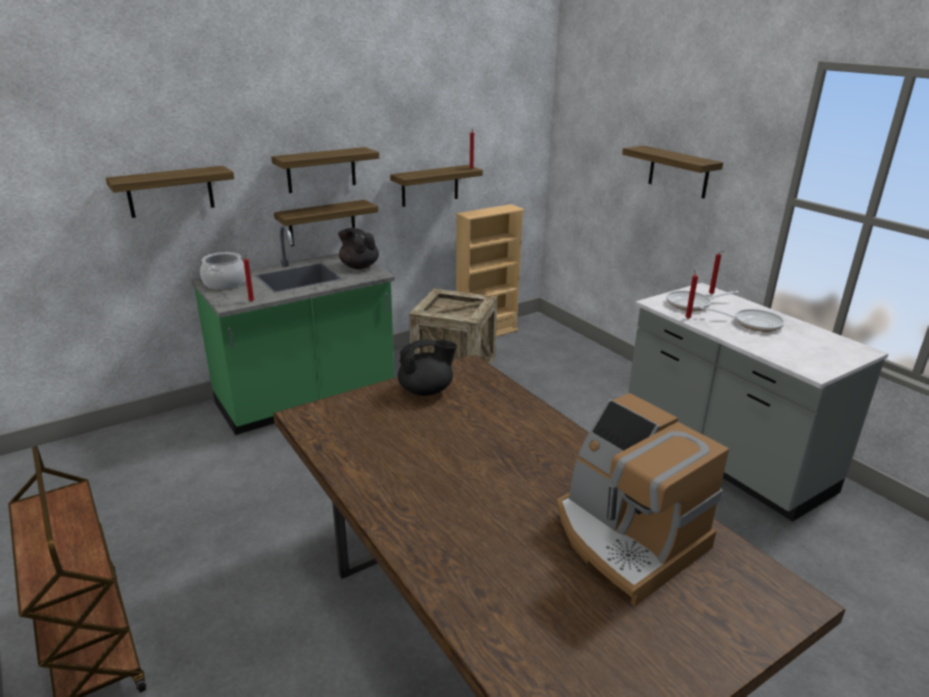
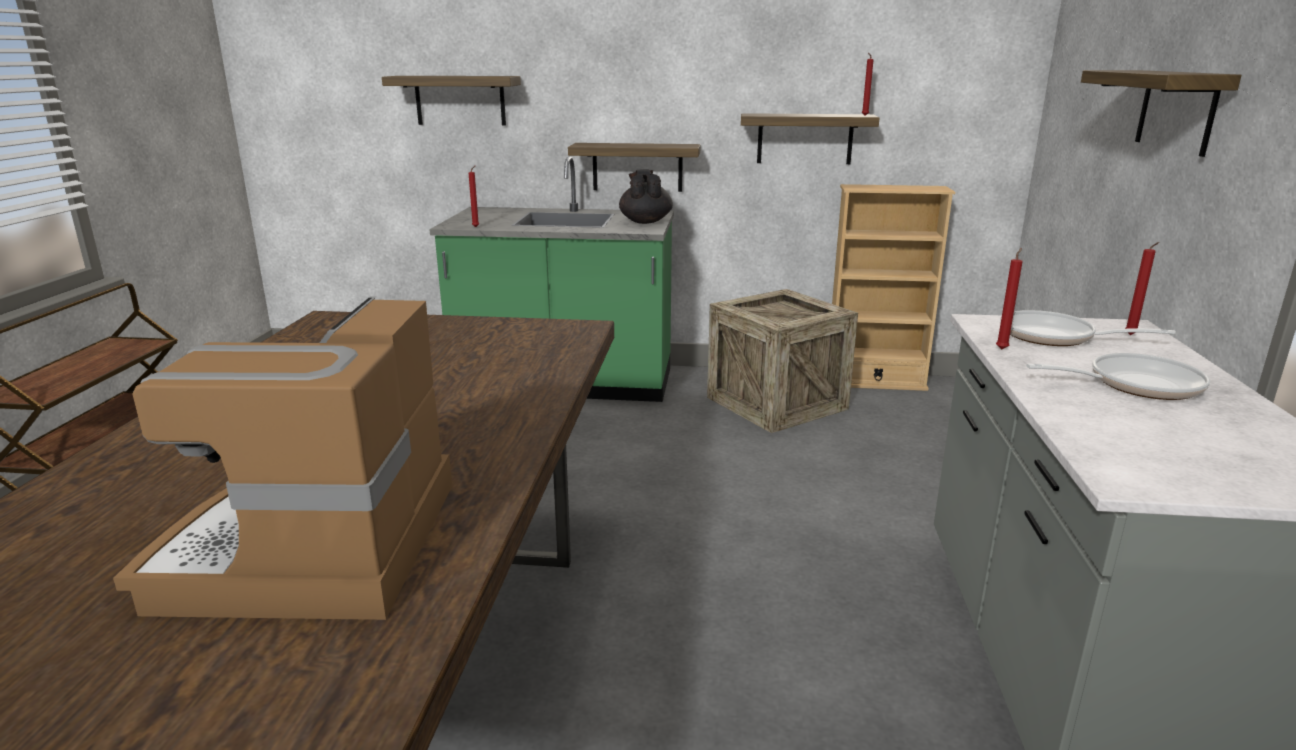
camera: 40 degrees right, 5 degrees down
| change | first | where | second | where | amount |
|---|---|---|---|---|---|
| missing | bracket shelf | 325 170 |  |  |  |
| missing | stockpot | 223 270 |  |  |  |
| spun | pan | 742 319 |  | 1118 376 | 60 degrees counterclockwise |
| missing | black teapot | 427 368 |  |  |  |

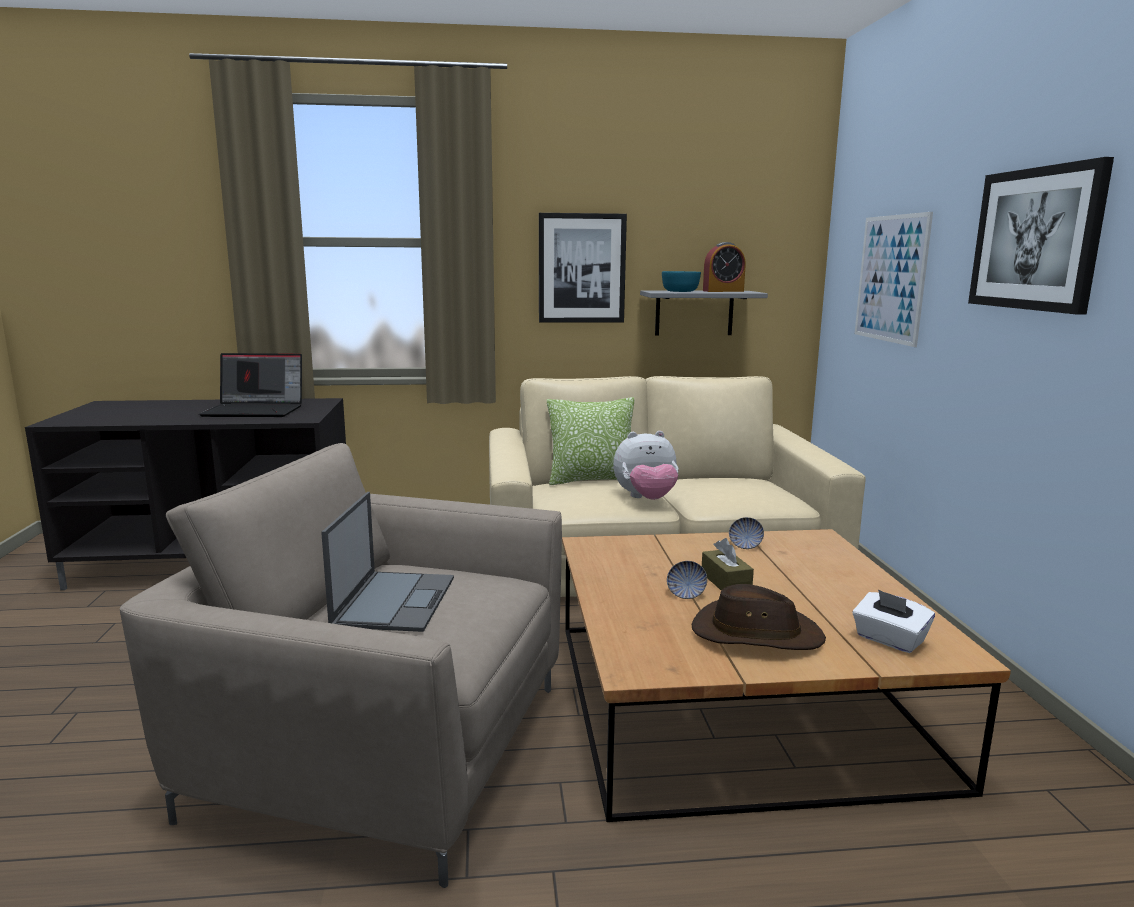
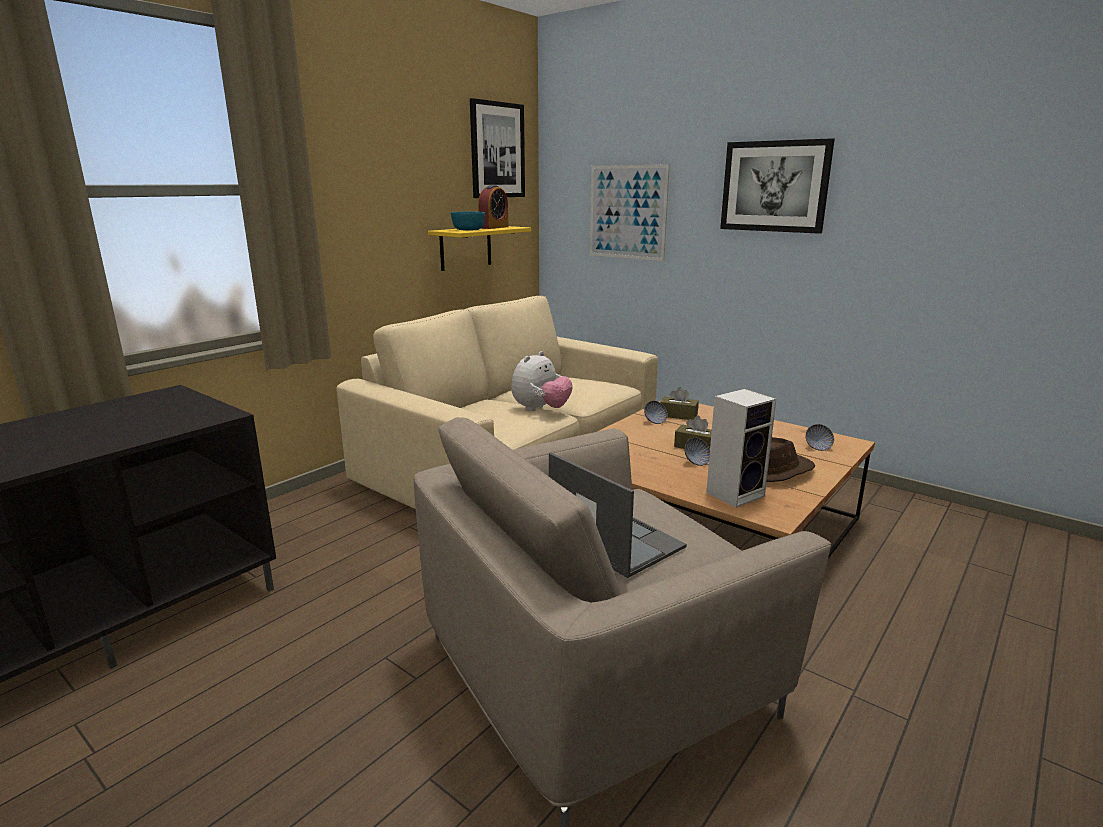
camera: 45 degrees left, 5 degrees up
| change | first | where | second | where | amount |
|---|---|---|---|---|---|
| relocated | wall picture | 583 268 |  | 497 148 |  |
| colour | grey bracket shelf | 704 313 | yellowish bracket shelf | 479 248 |  |
| missing | notebook computer | 250 385 |  |  |  |
| missing | pillow | 590 441 |  |  |  |
| exchanged | whitish box of tissues | 893 621 | bowl | 819 437 |  |
| appeared |  |  | brown box of tissues | 679 403 |  |
| appeared |  |  | loudspeaker | 741 448 |  |

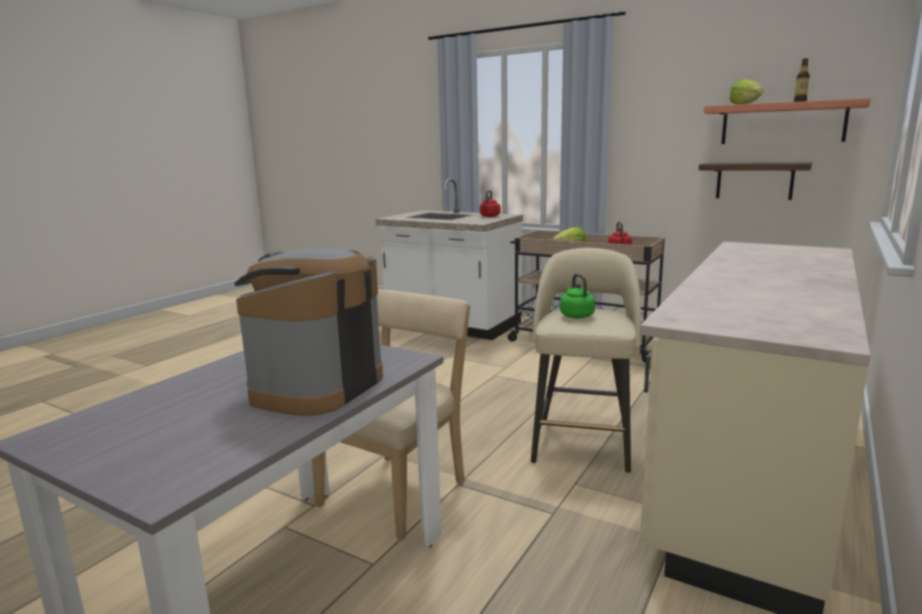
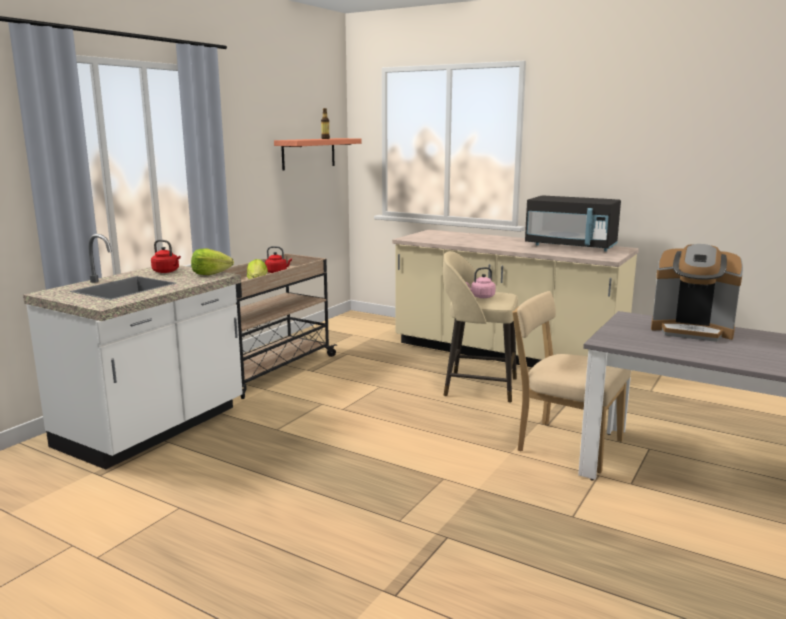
camera: 90 degrees left, 0 degrees up
| change | first | where | second | where | amount |
|---|---|---|---|---|---|
| relocated | lettuce | 746 92 |  | 212 262 |  |
| missing | bracket shelf | 755 181 |  |  |  |
| colour | green kettle | 577 296 | pinkish kettle | 480 282 |  |
| appeared |  |  | black microwave | 573 223 |  |

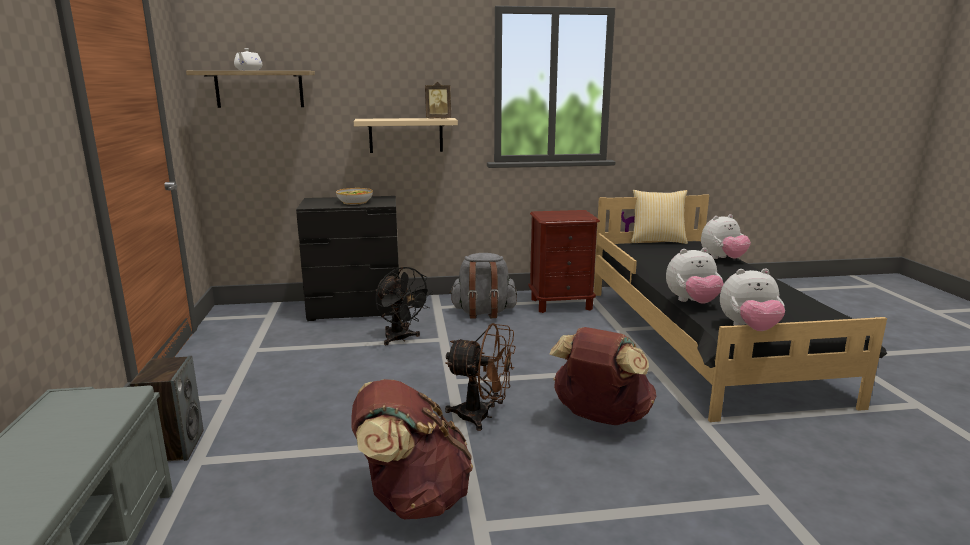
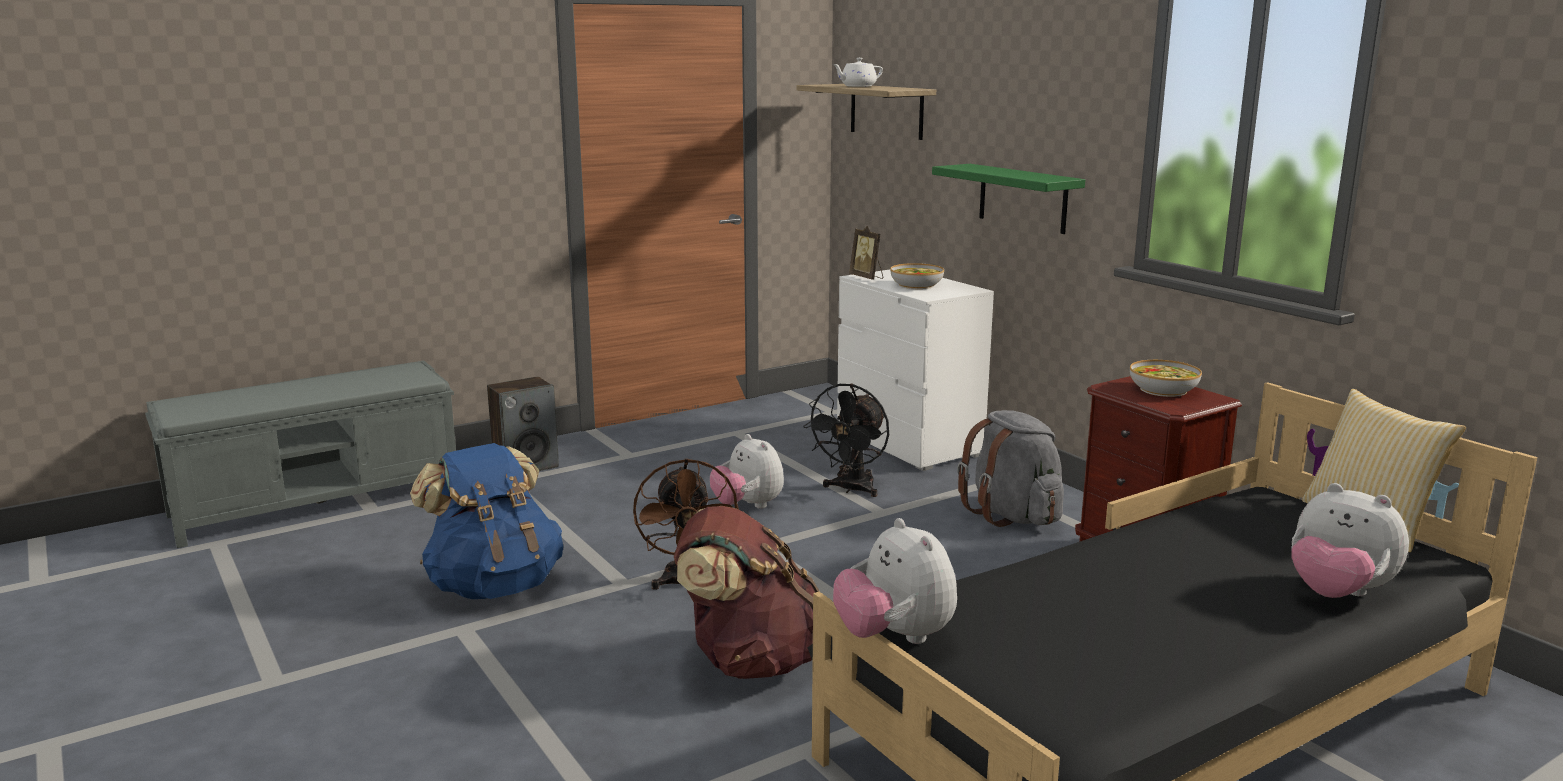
camera: 65 degrees right, 0 degrees up
| change | first | where | second | where | amount |
|---|---|---|---|---|---|
| relocated | standing frame | 438 100 |  | 866 252 |  |
| colour | beige-coloured bracket shelf | 406 135 | green bracket shelf | 1008 199 |  |
| colour | black chest of drawers | 348 258 | whitish chest of drawers | 915 370 |  |
| relocated | cuddly toy | 695 276 |  | 747 471 |  |
| colour | brown knapsack | 412 449 | blue-coloured knapsack | 486 521 |  |
| appeared |  |  | bowl | 1166 378 |  |

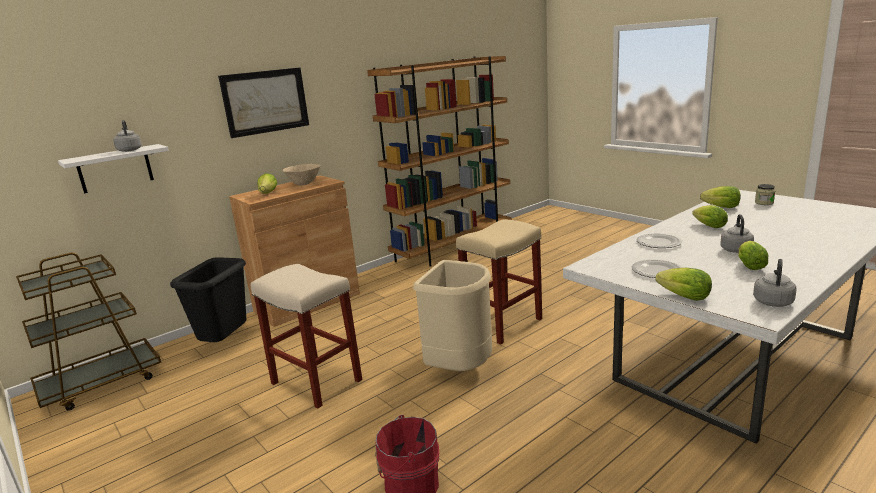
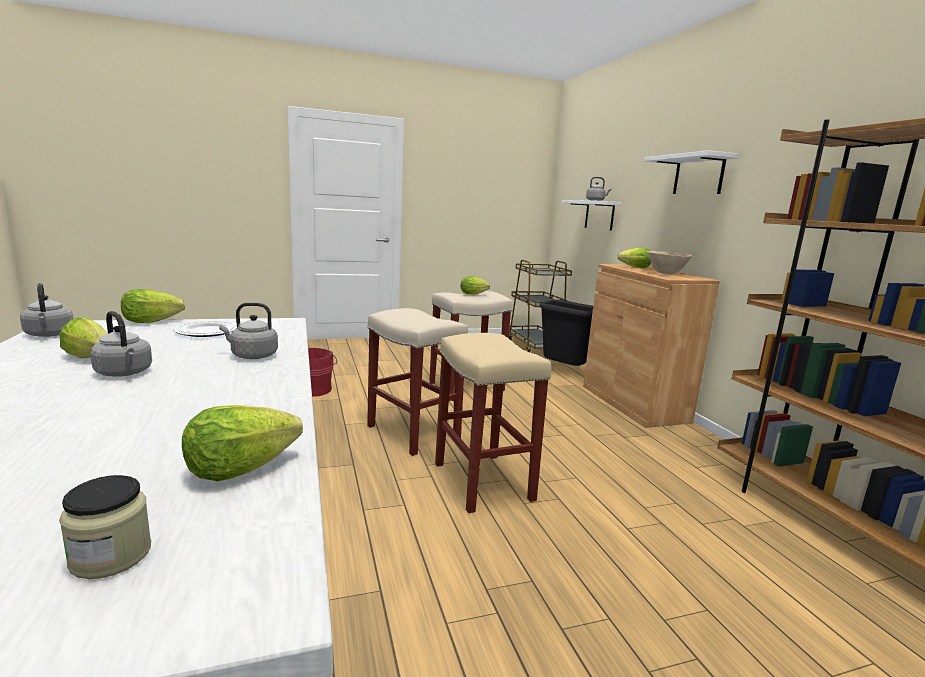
camera: 110 degrees right, 5 degrees down
| change | first | where | second | where | amount |
|---|---|---|---|---|---|
| exchanged | wall picture | 263 103 | whitish bracket shelf | 691 172 |  |
| relocated | lettuce | 710 216 |  | 475 285 |  |
| exchanged | flat dish | 659 240 | grey kettle | 248 331 |  |
| exchanged | beige-coloured waste bin | 452 315 | beige-coloured sitting stool | 417 382 |  |

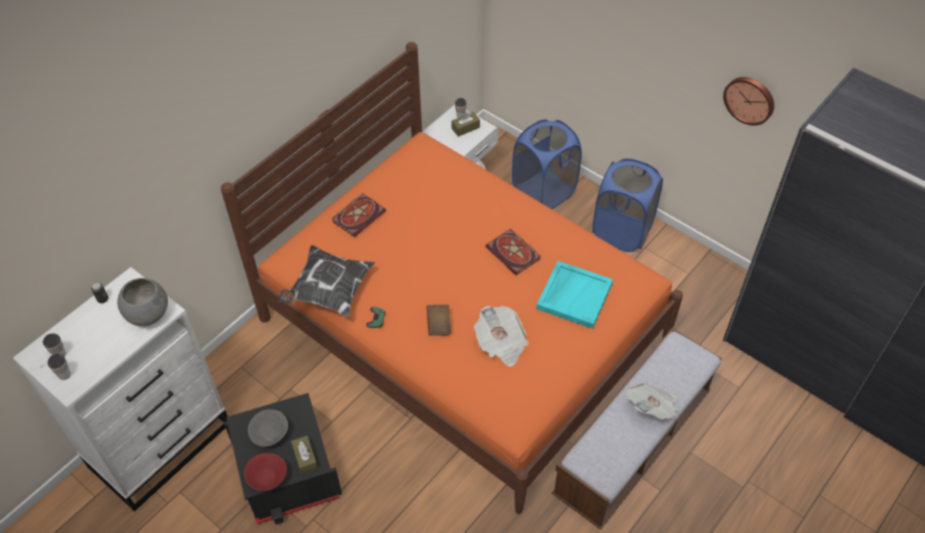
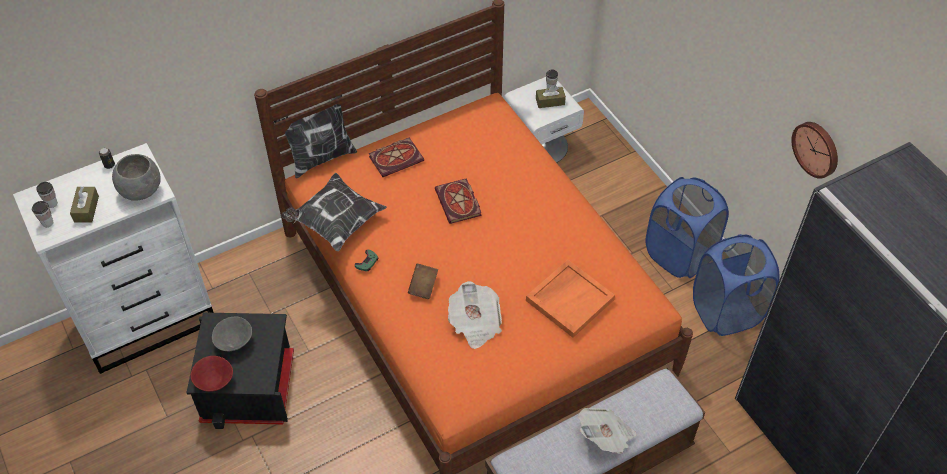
camera: 20 degrees right, 0 degrees up
| change | first | where | second | where | amount |
|---|---|---|---|---|---|
| relocated | blue-coloured hamper | 547 164 |  | 736 285 |  |
| relocated | bound book | 513 252 |  | 458 201 |  |
| colour | turquoise carrying tray | 574 295 | orange carrying tray | 570 299 |  |
| relocated | brown box of tissues | 304 455 |  | 84 204 |  |
| appeared |  |  | pillow | 315 136 |  |

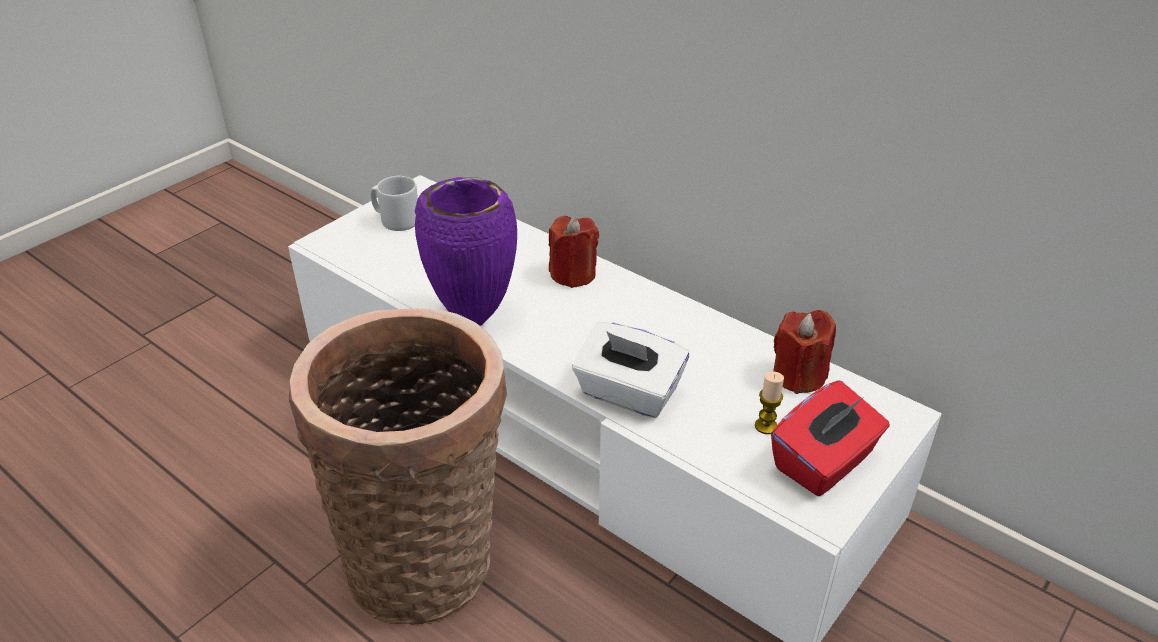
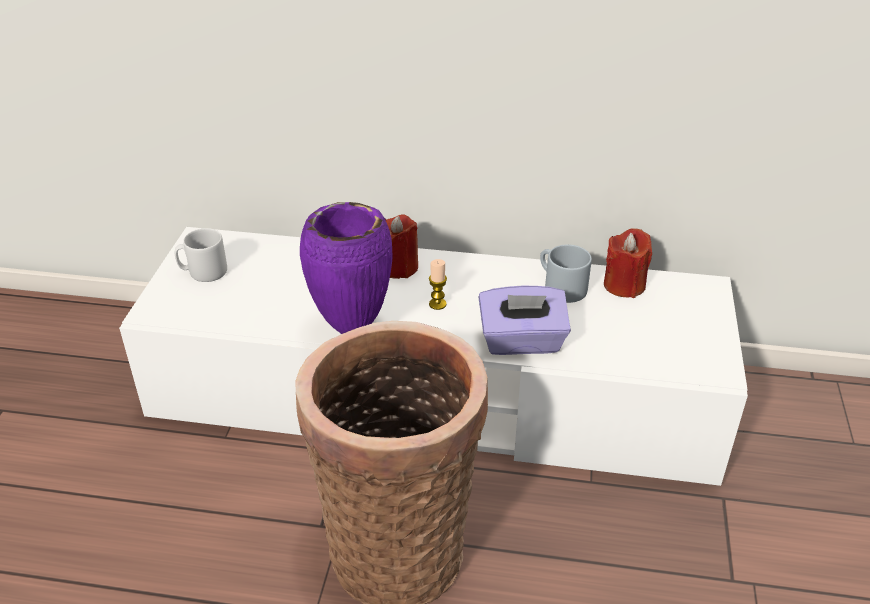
camera: 30 degrees left, 0 degrees up
| change | first | where | second | where | amount |
|---|---|---|---|---|---|
| colour | whitish box of tissues | 630 370 | purplish box of tissues | 524 320 |  |
| relocated | candle | 769 403 |  | 438 284 |  |
| missing | reddish box of tissues | 830 438 |  |  |  |
| appeared |  |  | grey tea mug | 566 273 |  |

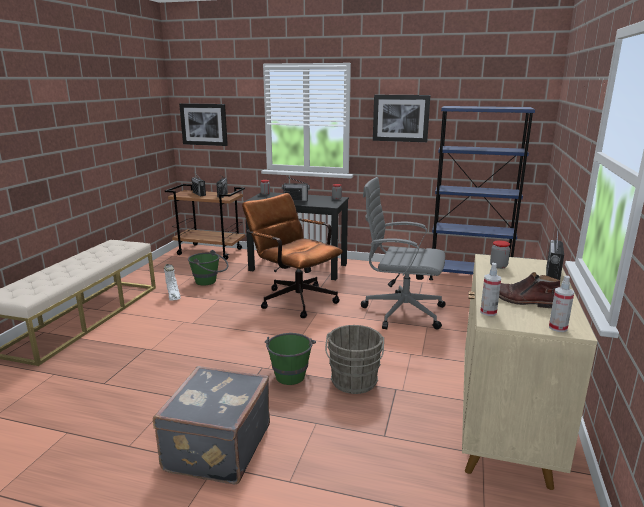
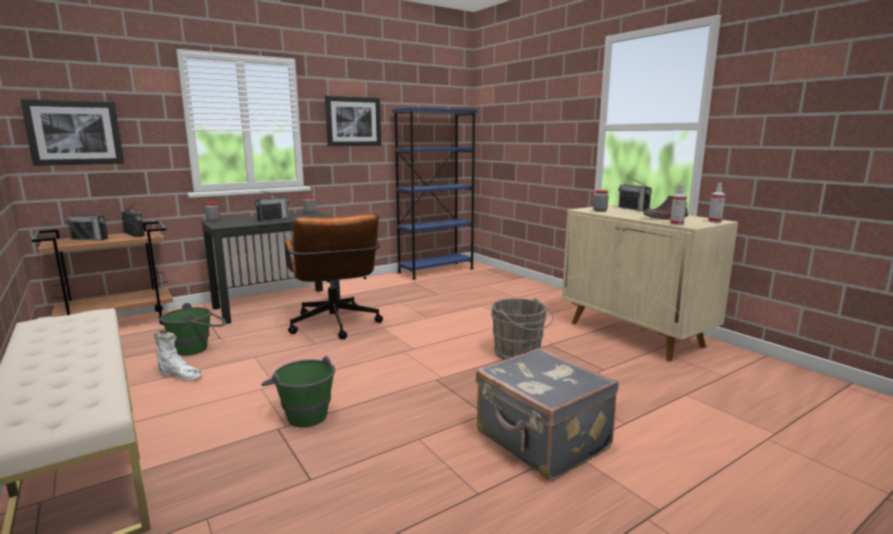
camera: 50 degrees left, 5 degrees down
| change | first | where | second | where | amount |
|---|---|---|---|---|---|
| missing | grey desk chair | 403 253 |  |  |  |
| spun | brown desk chair | 292 255 |  | 334 276 | 105 degrees counterclockwise |
| relocated | green water bucket | 290 359 |  | 298 392 |  |

